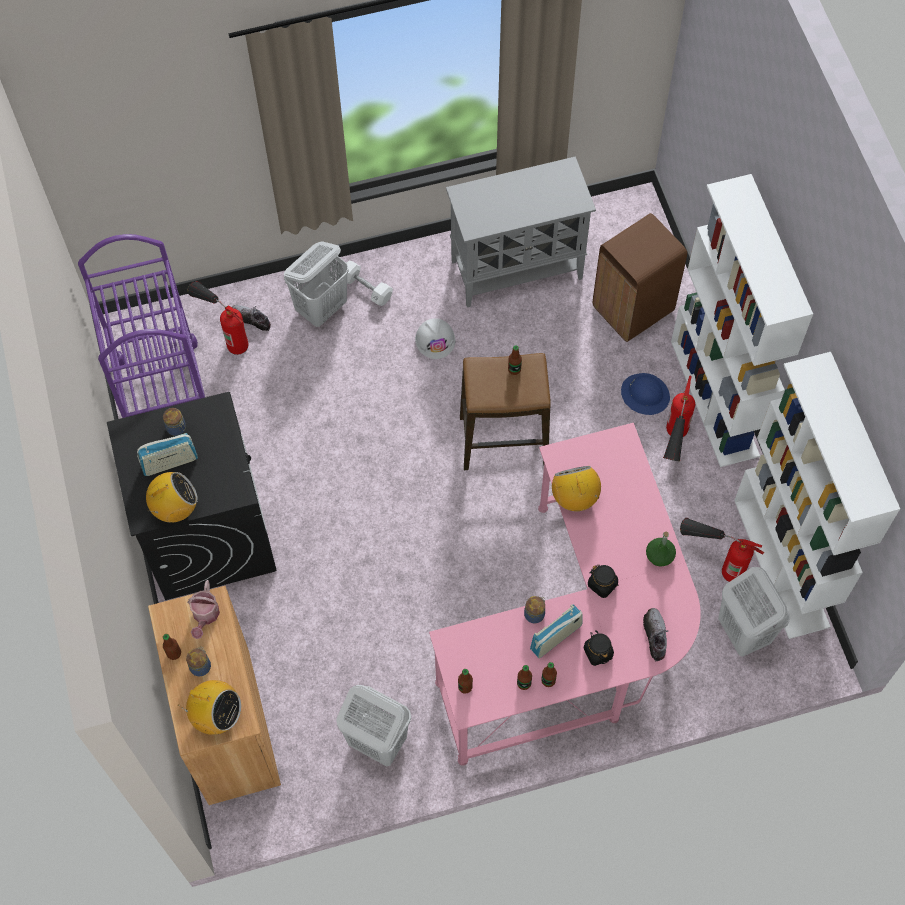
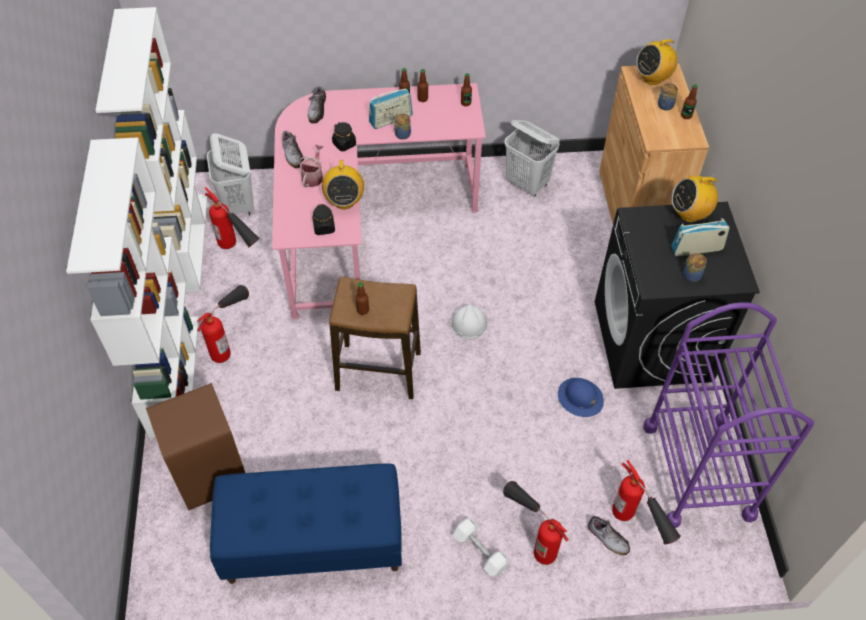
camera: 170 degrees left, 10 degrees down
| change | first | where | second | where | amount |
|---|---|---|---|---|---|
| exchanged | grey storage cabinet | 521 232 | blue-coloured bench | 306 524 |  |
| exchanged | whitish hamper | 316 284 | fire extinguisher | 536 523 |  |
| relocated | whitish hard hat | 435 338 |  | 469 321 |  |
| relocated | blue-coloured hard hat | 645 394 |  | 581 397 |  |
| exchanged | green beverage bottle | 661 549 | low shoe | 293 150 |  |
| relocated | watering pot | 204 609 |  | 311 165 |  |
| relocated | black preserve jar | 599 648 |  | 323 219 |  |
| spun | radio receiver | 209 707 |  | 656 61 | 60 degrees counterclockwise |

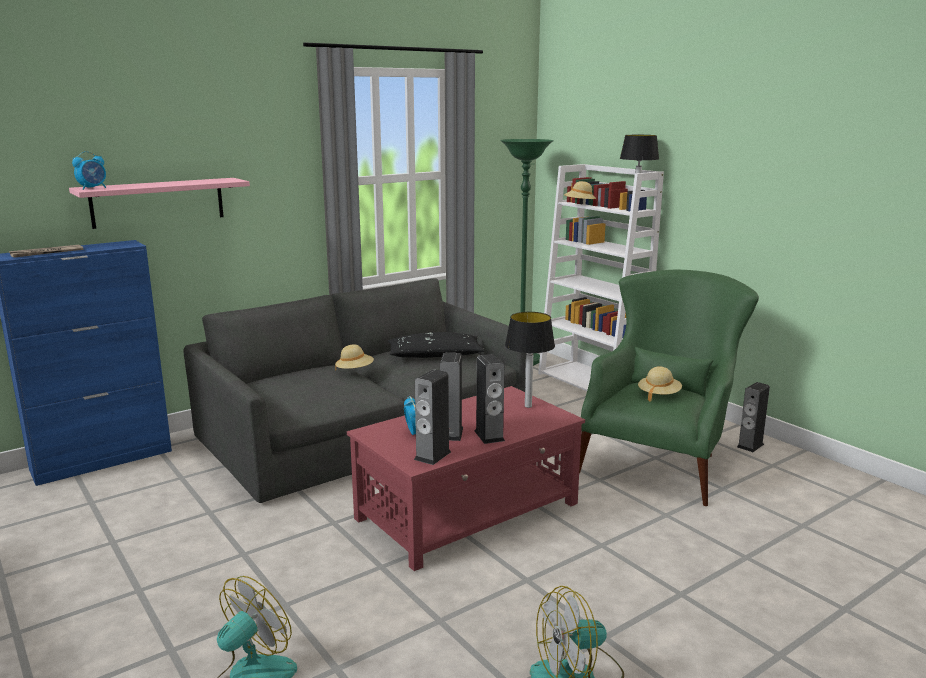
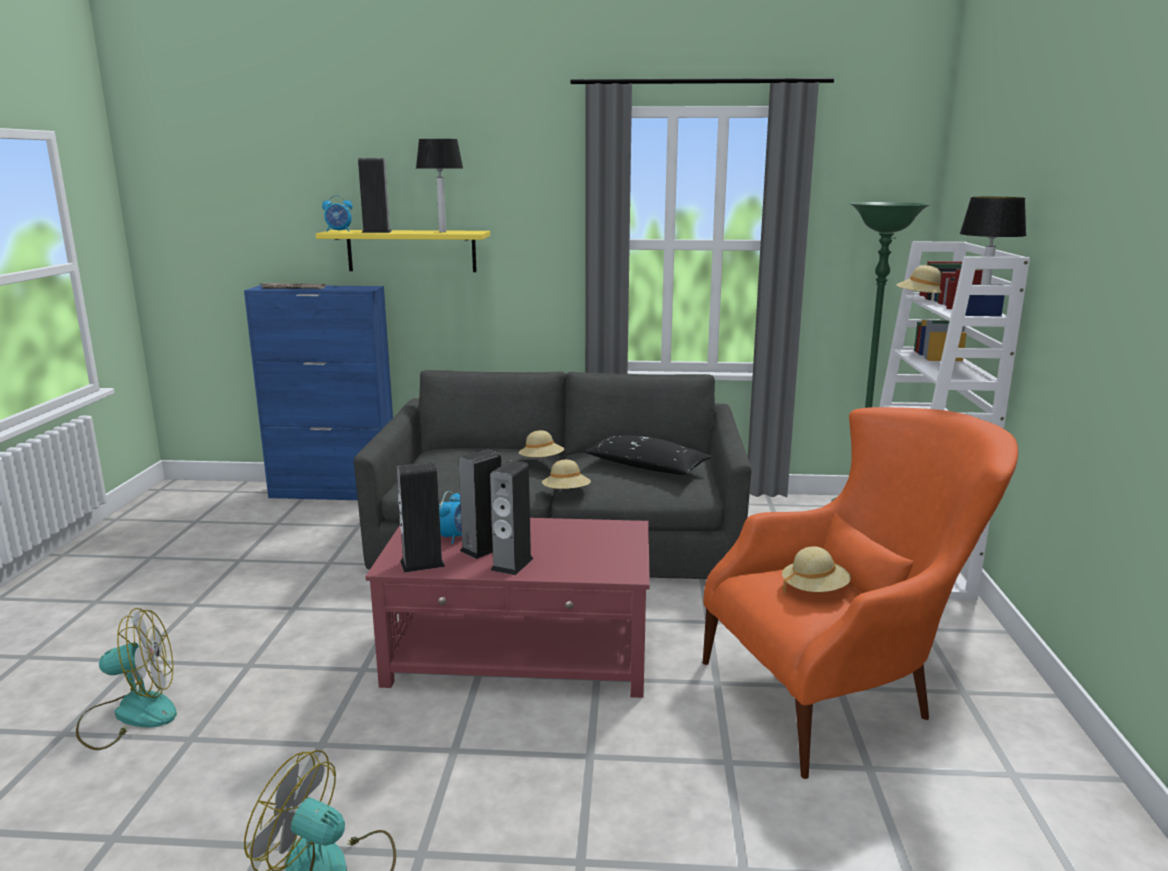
camera: 40 degrees right, 0 degrees up
| change | first | where | second | where | amount |
|---|---|---|---|---|---|
| colour | pinkish bracket shelf | 159 203 | yellowish bracket shelf | 403 251 |  |
| colour | green lounge chair | 669 388 | orange lounge chair | 860 593 |  |
| relocated | lamp for a table | 530 360 |  | 439 185 |  |
| relocated | loudspeaker | 753 417 |  | 375 195 |  |
| appeared |  |  | beige-coloured clothing hat | 566 474 |  |

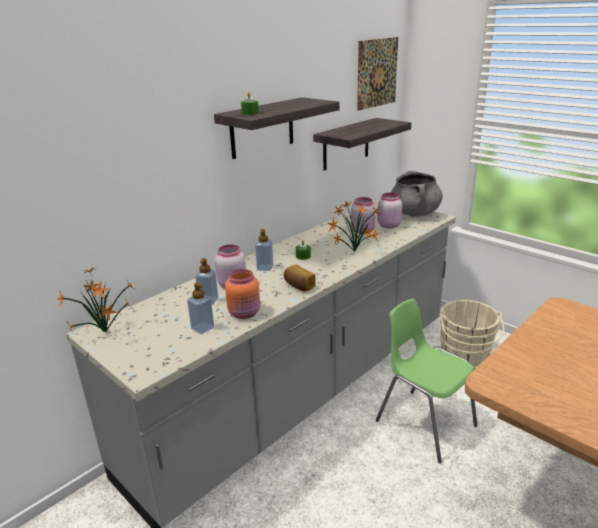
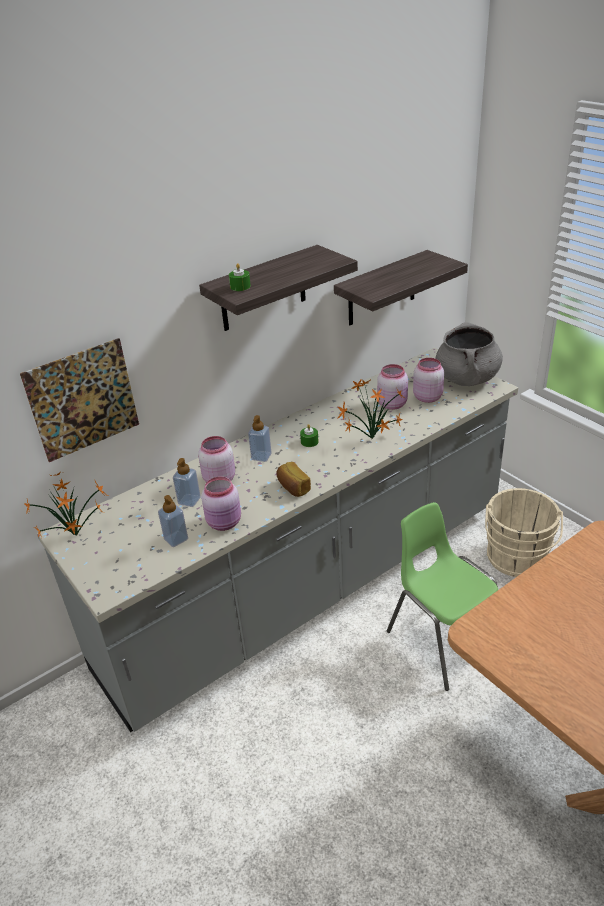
camera: 10 degrees right, 10 degrees up
| change | first | where | second | where | amount |
|---|---|---|---|---|---|
| relocated | wall picture | 377 74 |  | 79 400 |  |
| colour | orange preserve jar | 242 294 | pinkish preserve jar | 221 504 |  |

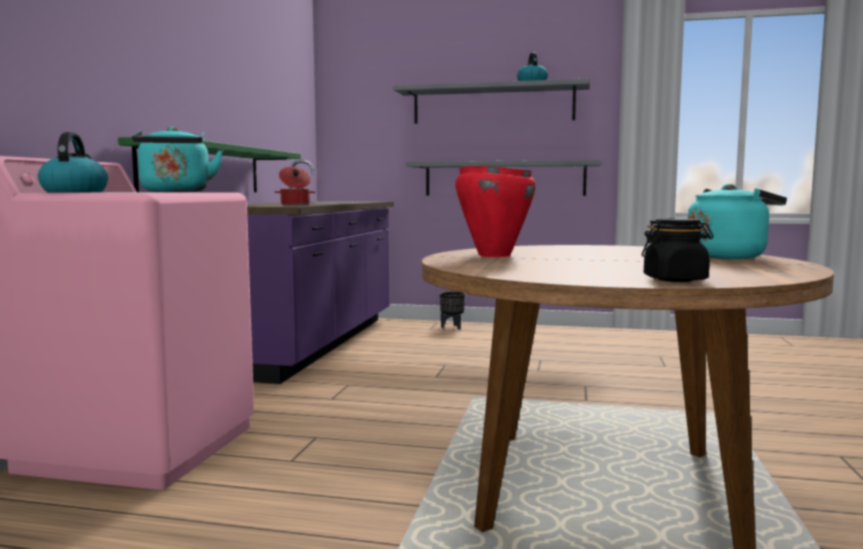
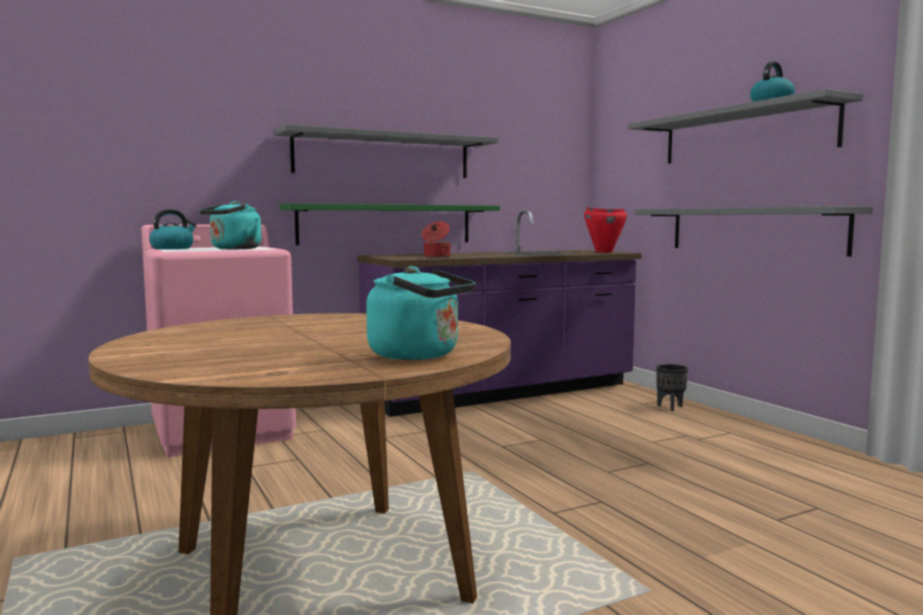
camera: 50 degrees right, 0 degrees up
| change | first | where | second | where | amount |
|---|---|---|---|---|---|
| relocated | reddish stockpot | 495 211 |  | 605 230 |  |
| missing | black preserve jar | 677 250 |  |  |  |
| appeared |  |  | grey bracket shelf | 386 151 |  |

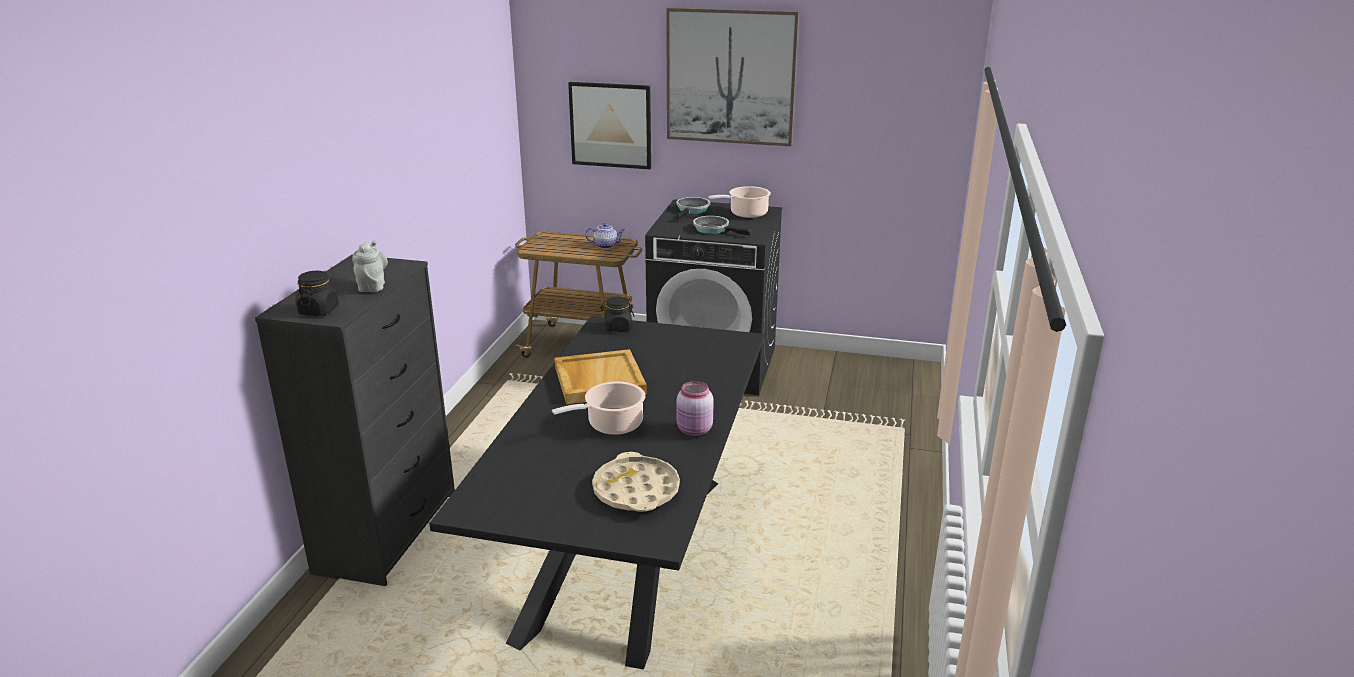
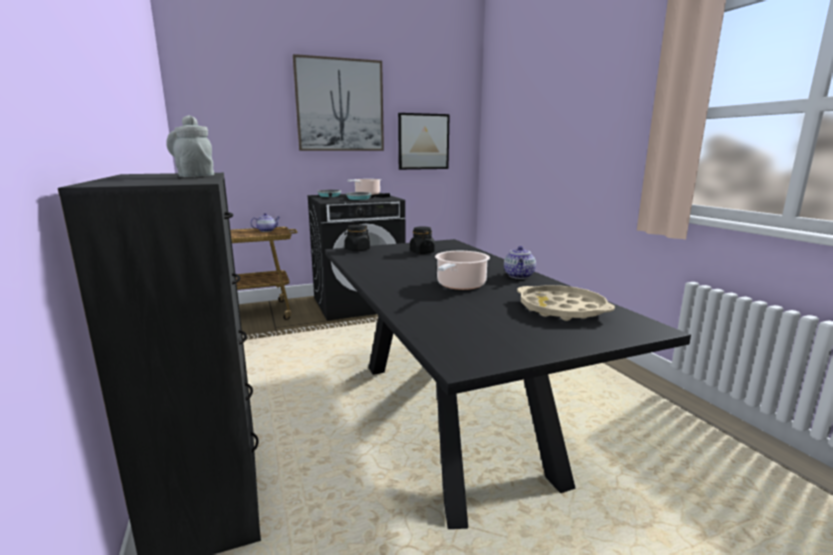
camera: 35 degrees left, 10 degrees down
| change | first | where | second | where | amount |
|---|---|---|---|---|---|
| relocated | wall picture | 609 125 |  | 424 141 |  |
| relocated | black preserve jar | 317 293 |  | 422 240 |  |
| missing | beige-coloured carrying tray | 601 376 |  |  |  |
| exchanged | pinkish preserve jar | 695 408 | teapot | 520 262 |  |

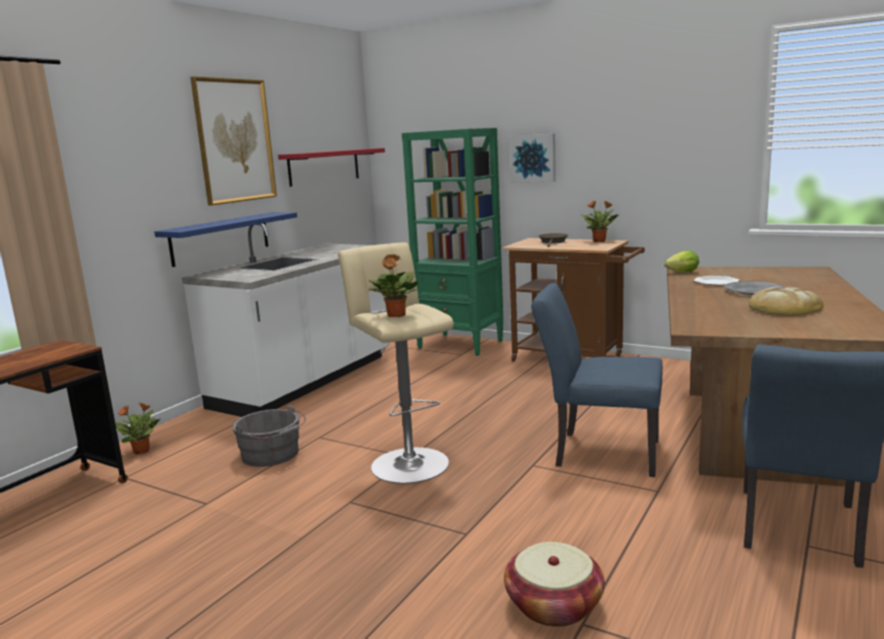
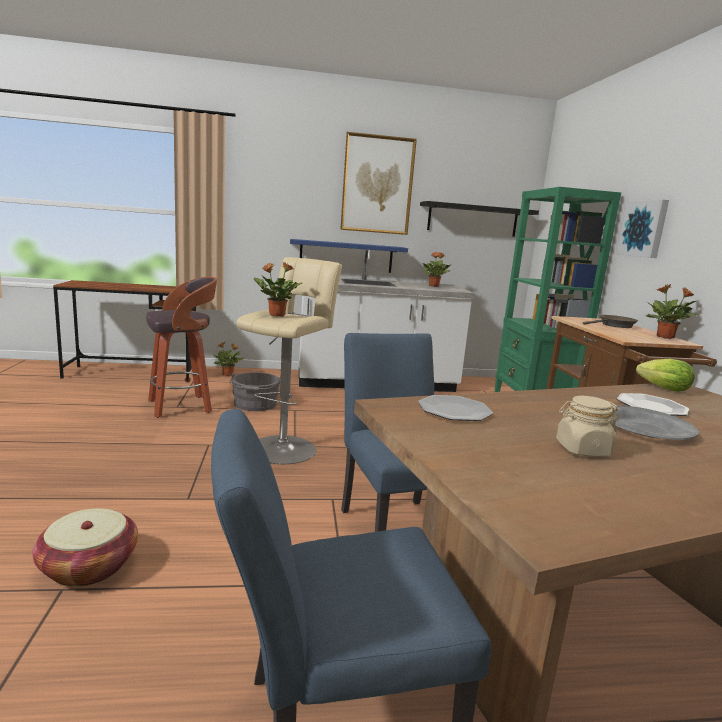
camera: 50 degrees right, 0 degrees up
| change | first | where | second | where | amount |
|---|---|---|---|---|---|
| colour | reddish bracket shelf | 331 167 | black bracket shelf | 479 219 |  |
| exchanged | bread | 786 301 | beige-coloured preserve jar | 587 426 |  |
| appeared |  |  | potted plant | 437 269 |  |
| appeared |  |  | sitting stool | 181 347 |  |
| appeared |  |  | flat dish | 455 408 |  |

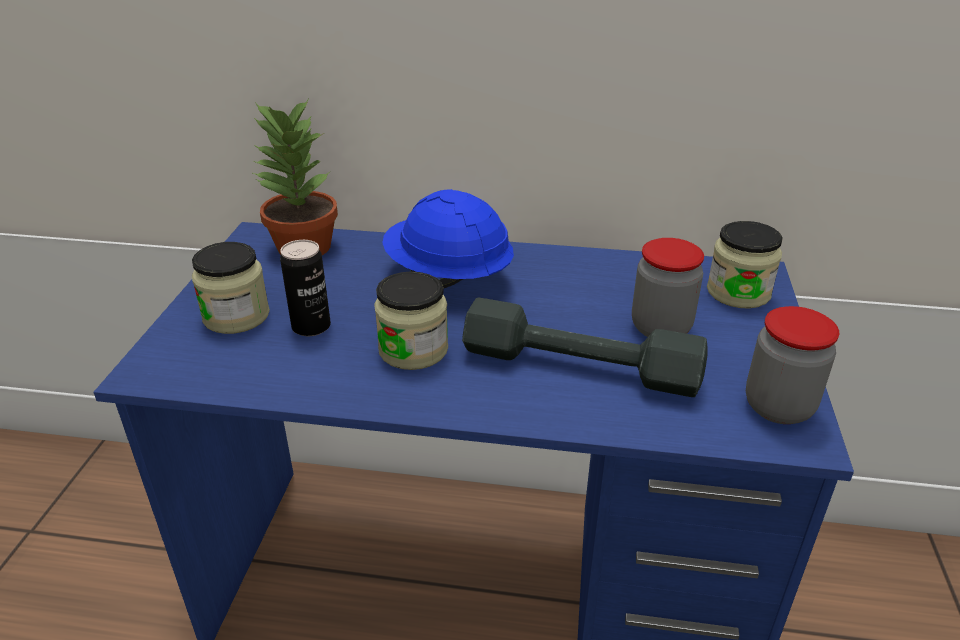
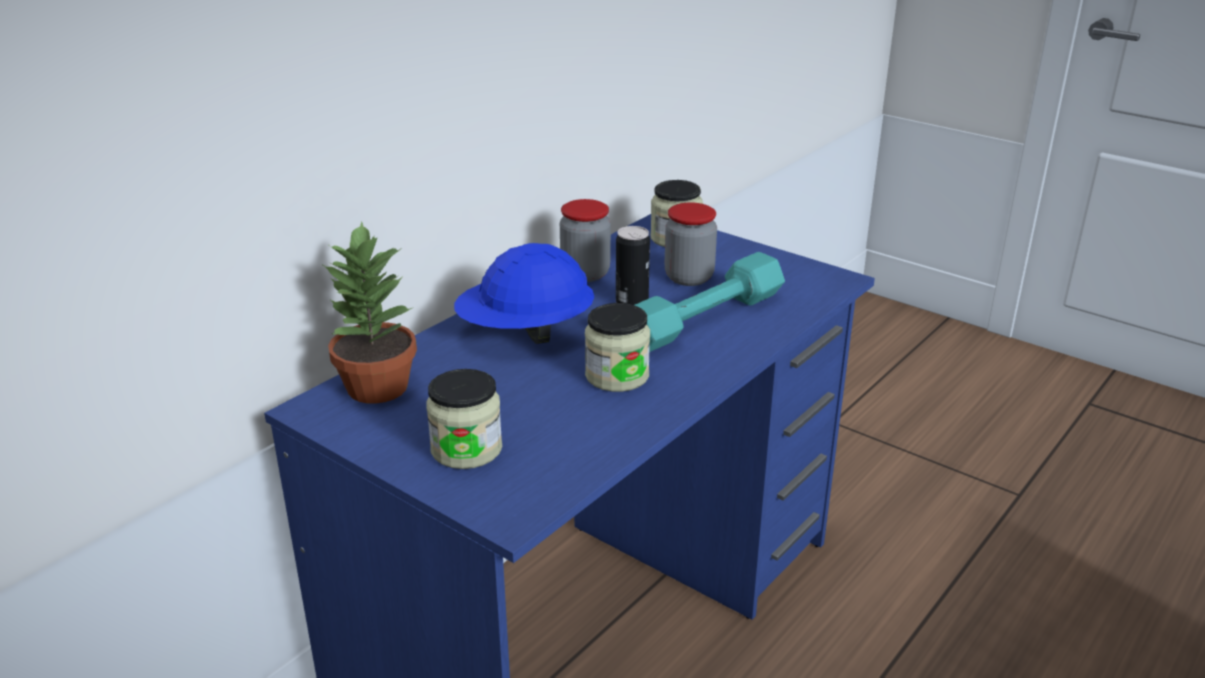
camera: 60 degrees left, 5 degrees down
| change | first | where | second | where | amount |
|---|---|---|---|---|---|
| relocated | metal can | 305 288 |  | 633 265 |  |
| colour | grey hand weight | 585 347 | turquoise hand weight | 710 302 |  |
| relocated | preserve jar | 792 365 |  | 585 240 |  |

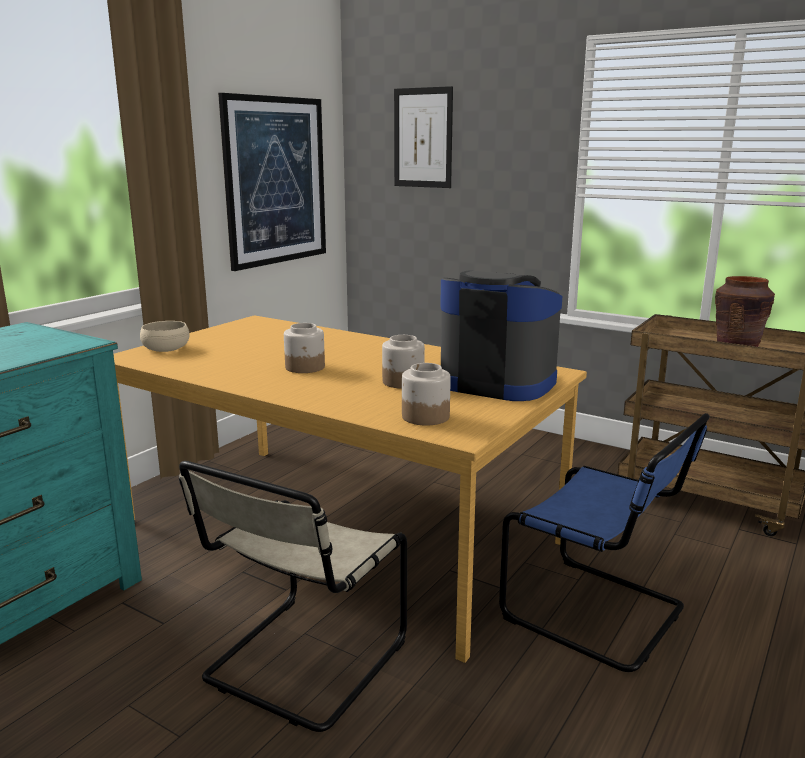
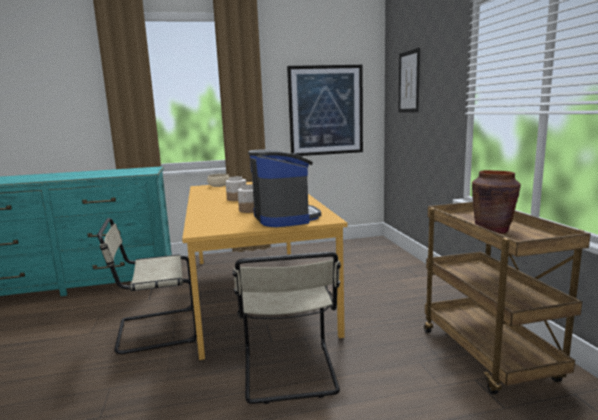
camera: 45 degrees right, 5 degrees down
| change | first | where | second | where | amount |
|---|---|---|---|---|---|
| missing | preserve jar | 426 394 |  |  |  |
| colour | blue-coloured plain chair | 604 542 | beige-coloured plain chair | 287 328 |  |

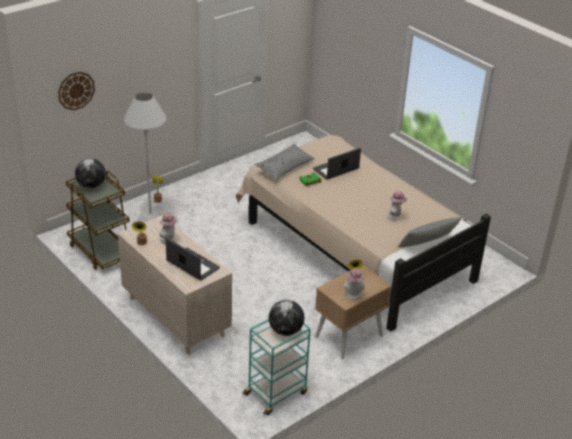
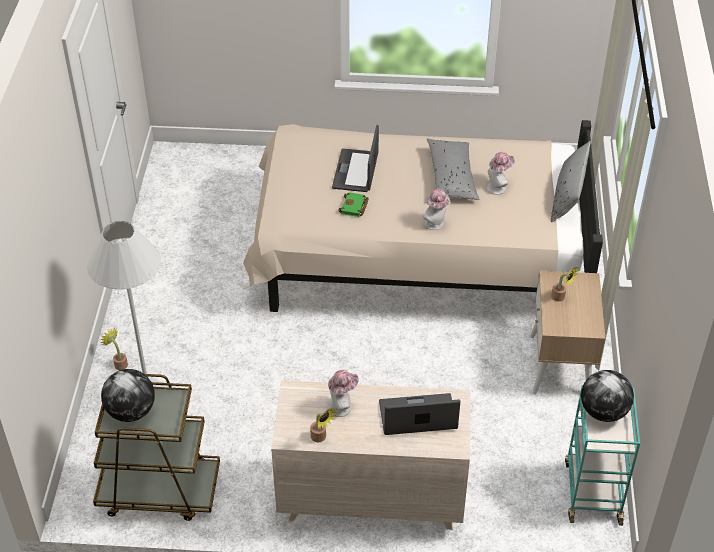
camera: 45 degrees left, 10 degrees up
| change | first | where | second | where | amount |
|---|---|---|---|---|---|
| missing | wall clock | 76 91 |  |  |  |
| relocated | grey pillow | 285 162 |  | 453 169 |  |
| relocated | clothing hat | 354 283 |  | 437 209 |  |

